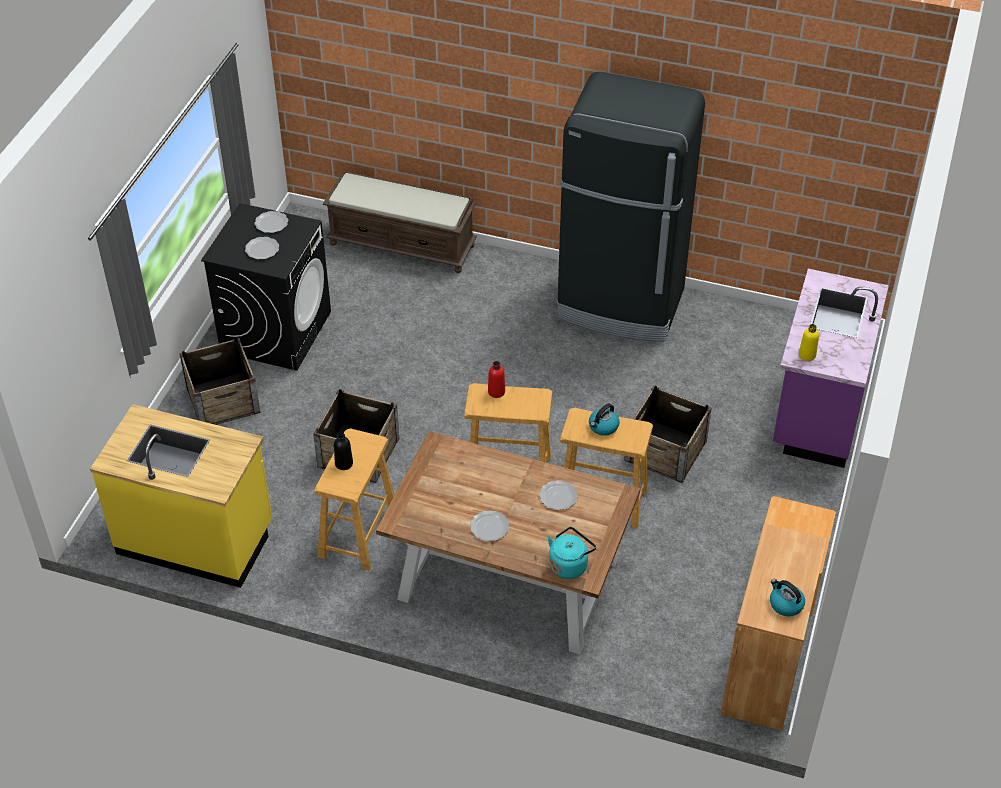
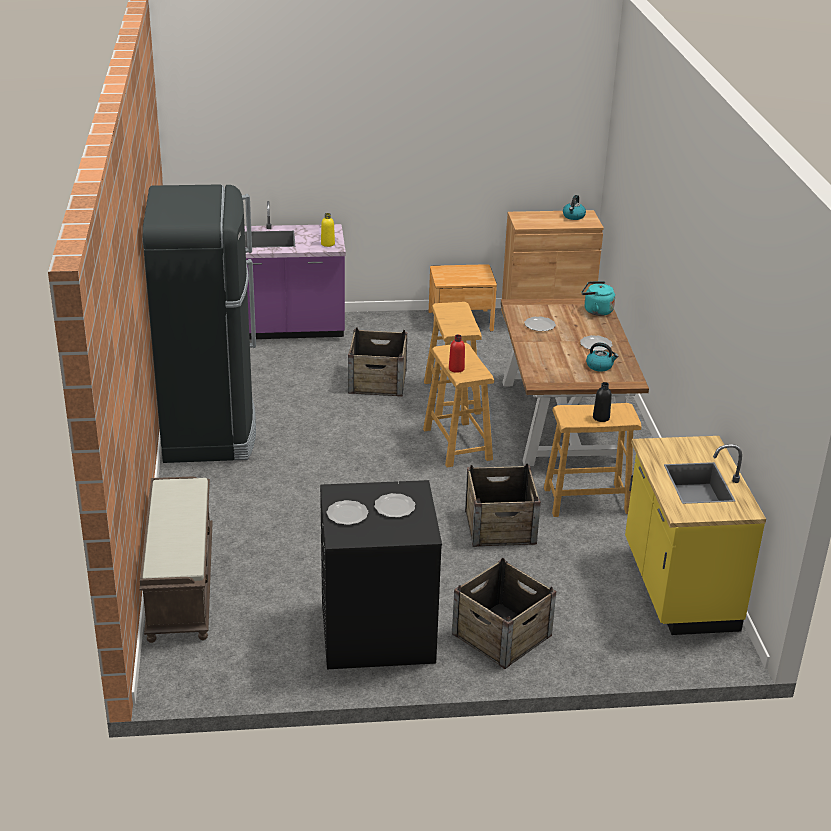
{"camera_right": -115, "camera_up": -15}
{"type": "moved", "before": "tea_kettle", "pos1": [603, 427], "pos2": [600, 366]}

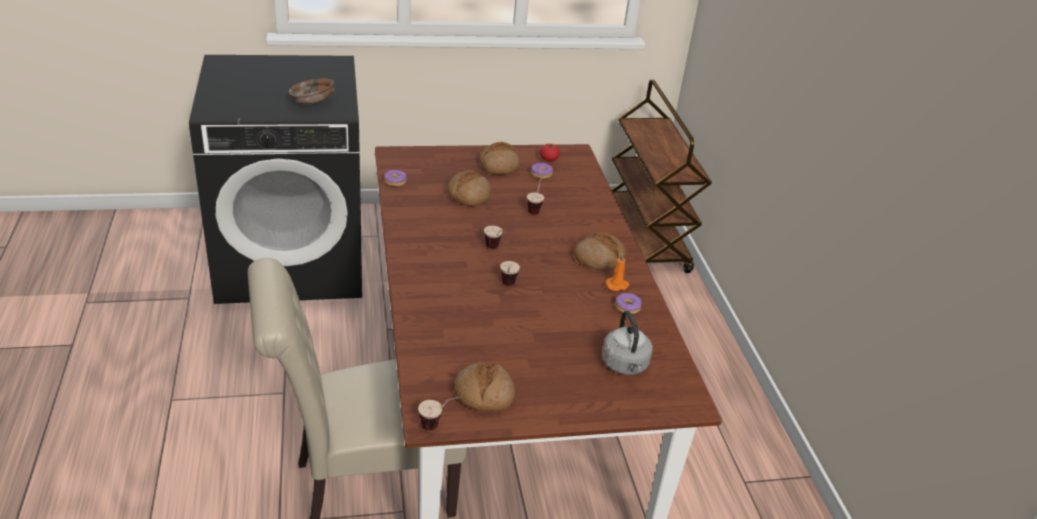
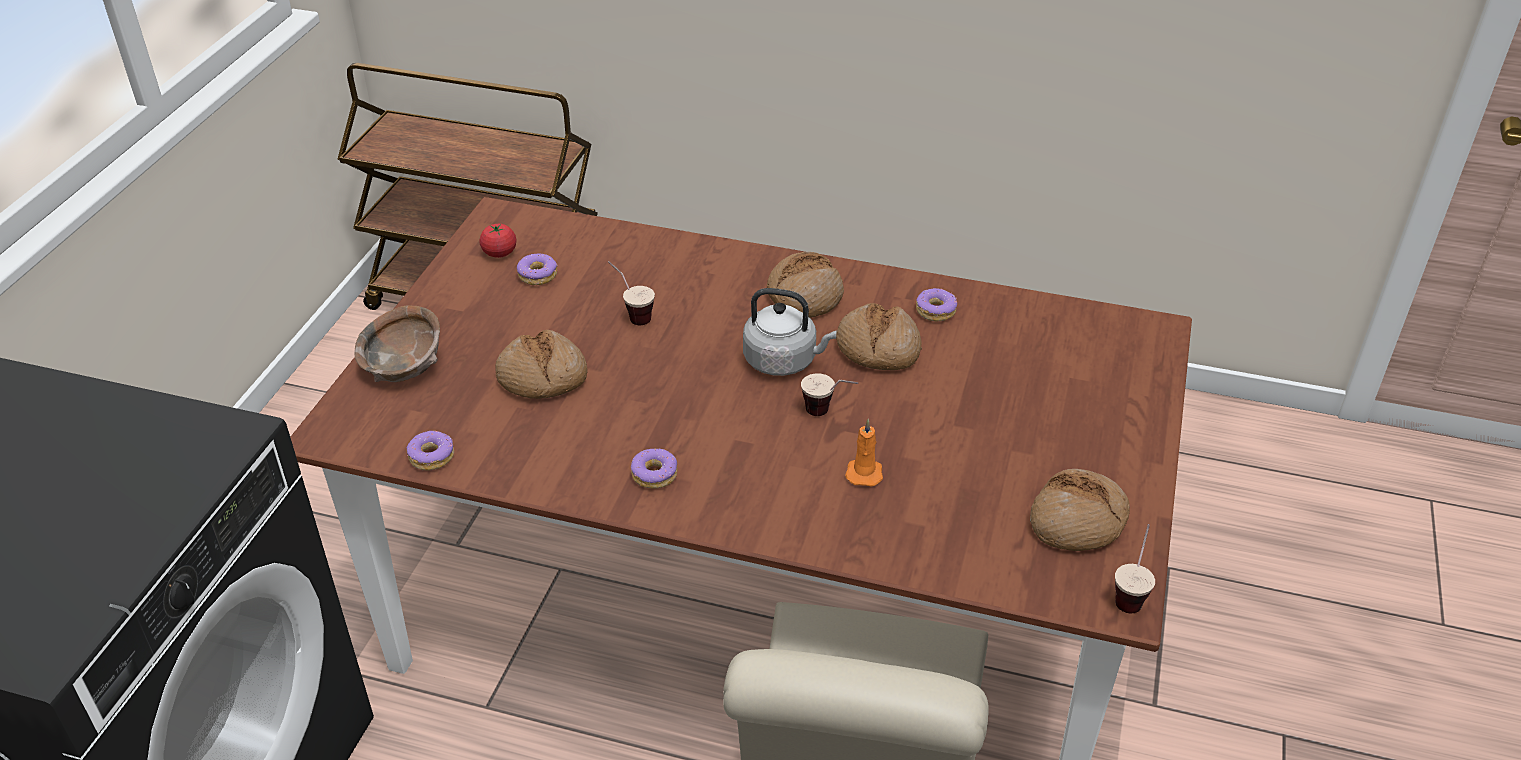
{"camera_right": -60, "camera_up": 5}
{"type": "moved", "before": "brown_bowl", "pos1": [312, 102], "pos2": [404, 365]}
{"type": "moved", "before": "bread", "pos1": [499, 165], "pos2": [878, 349]}
{"type": "removed", "before": "cup", "pos1": [495, 250]}
{"type": "moved", "before": "orange_candle", "pos1": [617, 285], "pos2": [864, 472]}
{"type": "moved", "before": "greyish_tea_kettle", "pos1": [625, 365], "pos2": [784, 361]}
{"type": "added", "after": "doughnut", "pos2": [655, 474]}

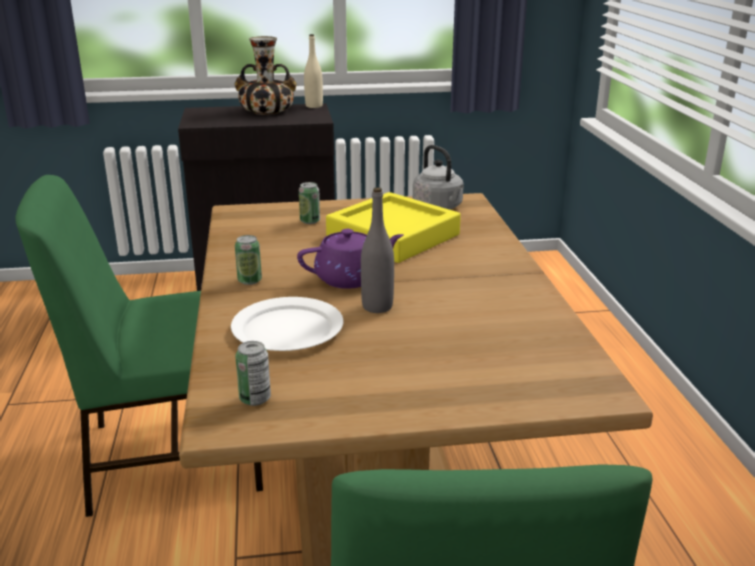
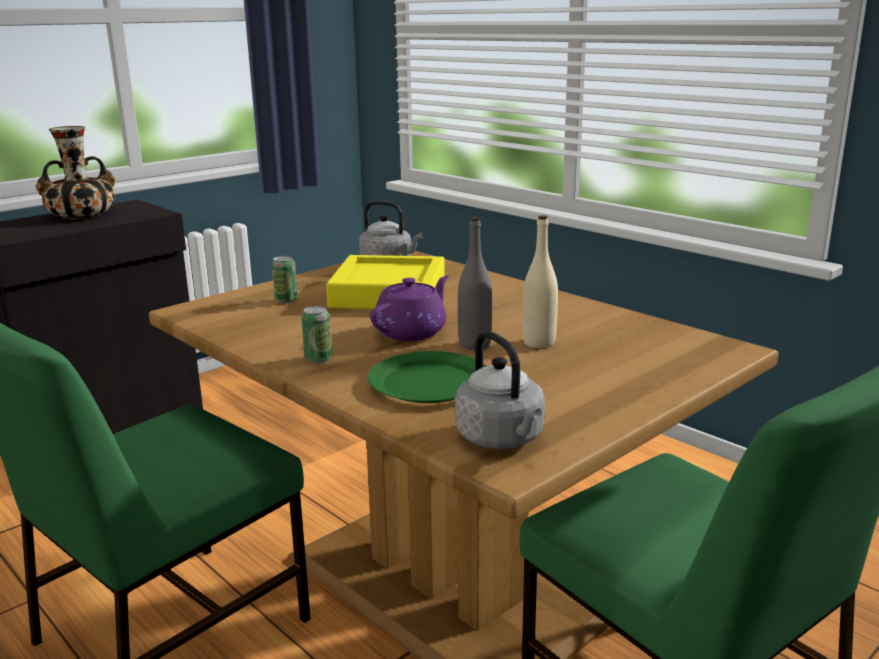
{"camera_right": -35, "camera_up": -5}
{"type": "moved", "before": "beige_drink_bottle", "pos1": [314, 106], "pos2": [539, 343]}
{"type": "recoloured", "before": "white_flat_dish", "after": "green-coloured_flat_dish", "pos1": [288, 329], "pos2": [430, 383]}
{"type": "replaced", "before": "sealed_can", "after": "greyish_tea_kettle", "pos1": [255, 399], "pos2": [502, 439]}

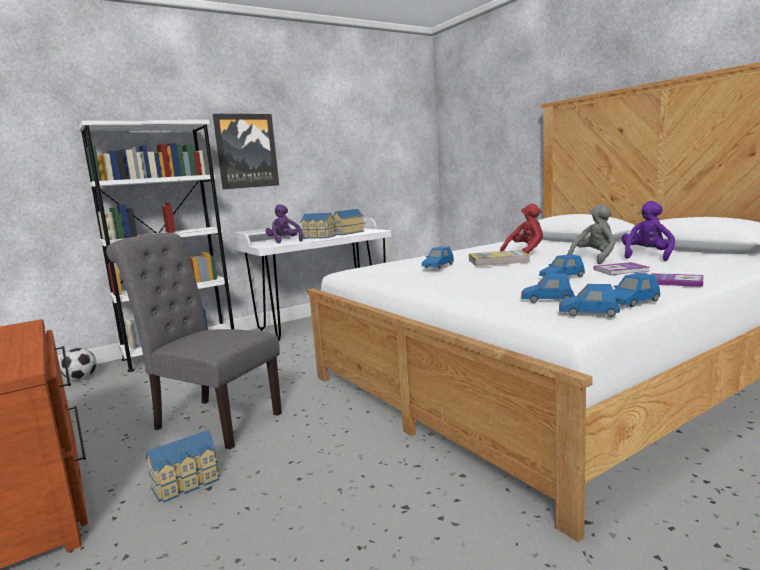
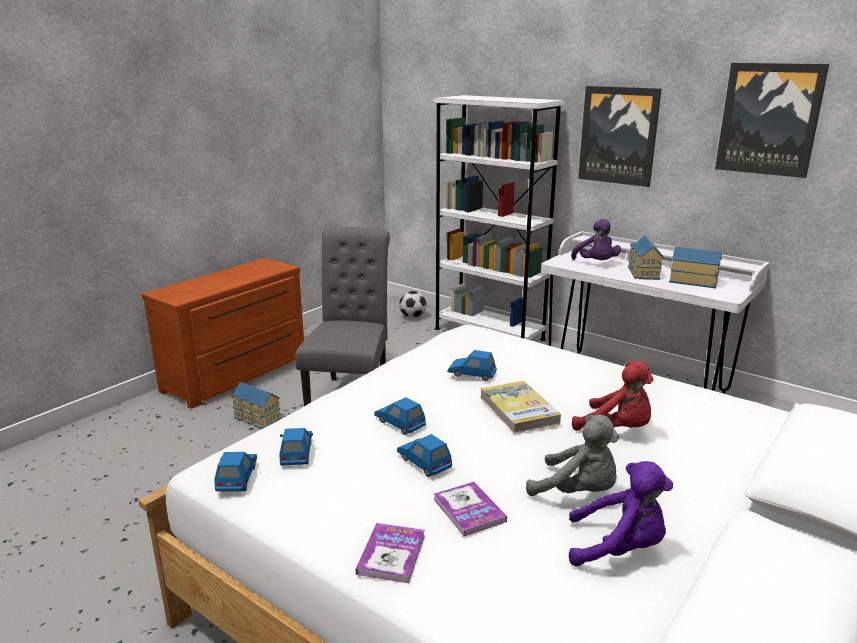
{"camera_right": 70, "camera_up": 10}
{"type": "turned", "before": "purple_plush_toy", "pos1": [284, 241], "pos2": [596, 264], "turn": 120}
{"type": "moved", "before": "blue_model_car", "pos1": [632, 302], "pos2": [400, 423]}
{"type": "added", "after": "picture", "pos2": [769, 119]}

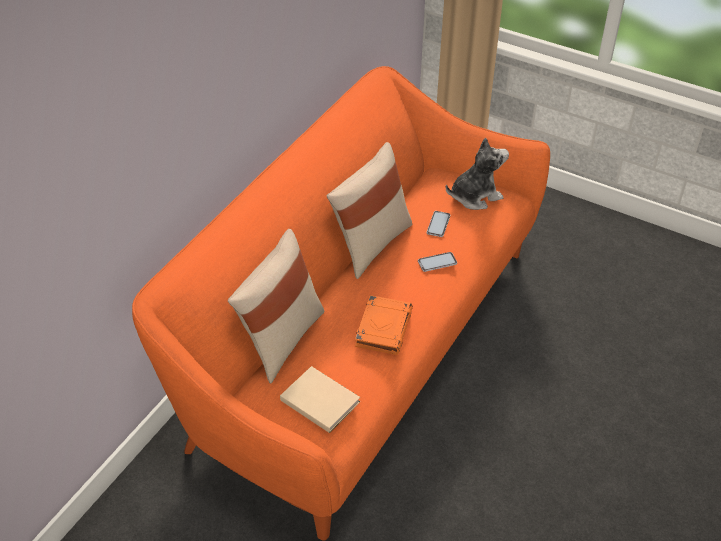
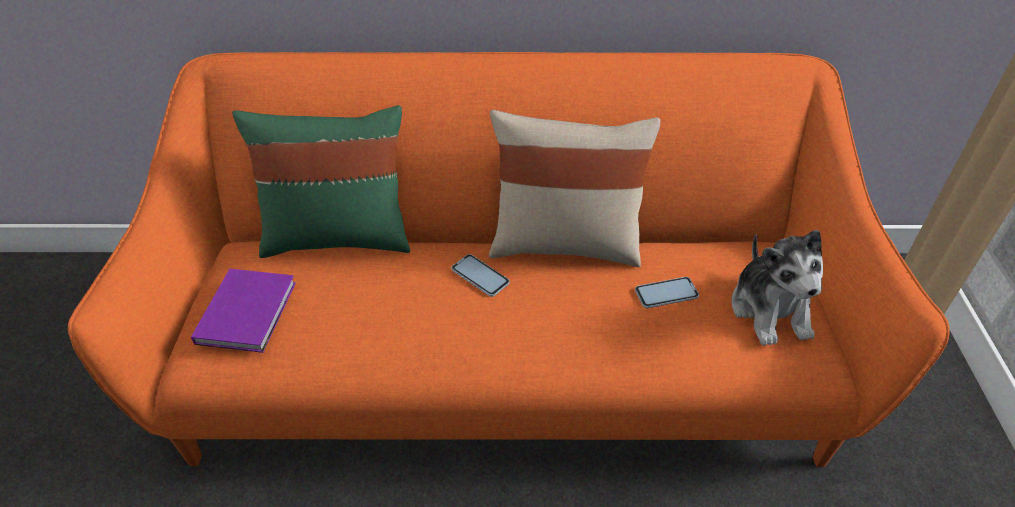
{"camera_right": 60, "camera_up": 0}
{"type": "turned", "before": "plush_toy", "pos1": [475, 196], "pos2": [770, 310], "turn": 45}
{"type": "recoloured", "before": "beige_pillow", "after": "green-coloured_pillow", "pos1": [281, 339], "pos2": [338, 236]}
{"type": "moved", "before": "handset", "pos1": [437, 262], "pos2": [480, 276]}
{"type": "removed", "before": "orange_volume", "pos1": [383, 328]}
{"type": "recoloured", "before": "beige_volume", "after": "purple_volume", "pos1": [319, 399], "pos2": [249, 310]}

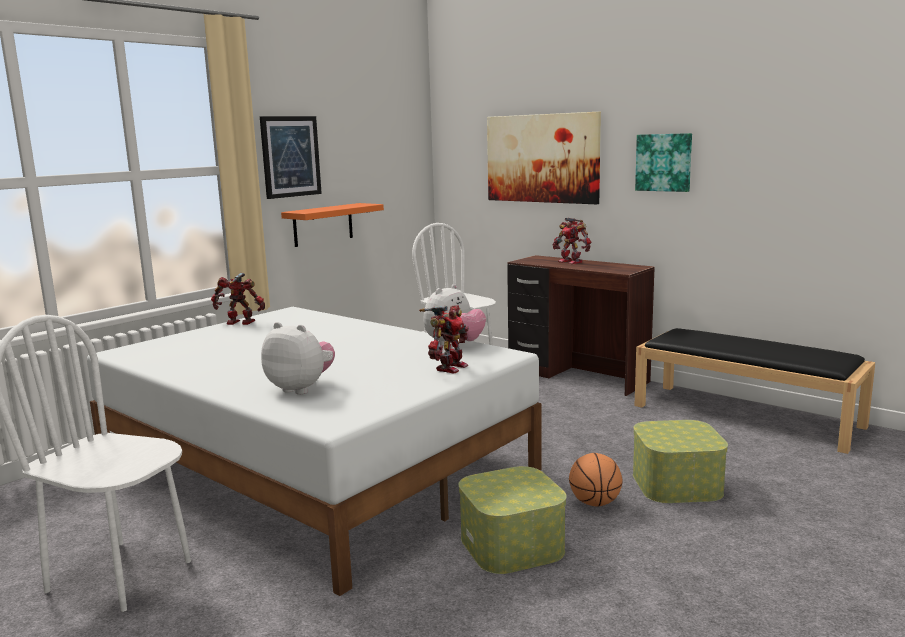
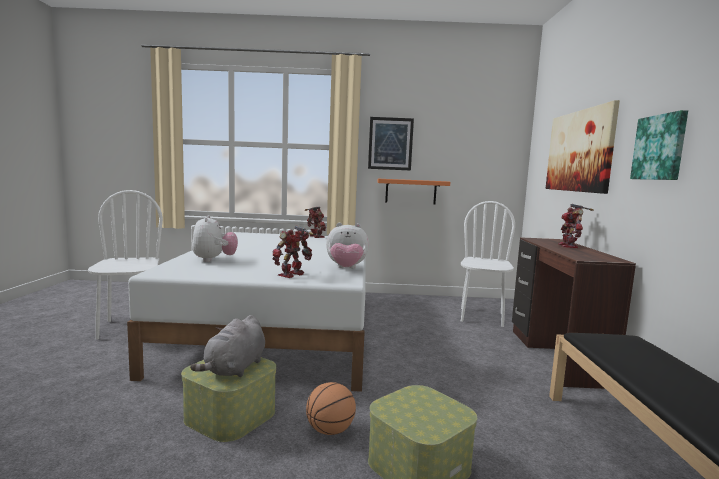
{"camera_right": 50, "camera_up": -5}
{"type": "turned", "before": "toy_robot", "pos1": [449, 367], "pos2": [292, 275], "turn": 135}
{"type": "added", "after": "greyish_plush_toy", "pos2": [234, 369]}

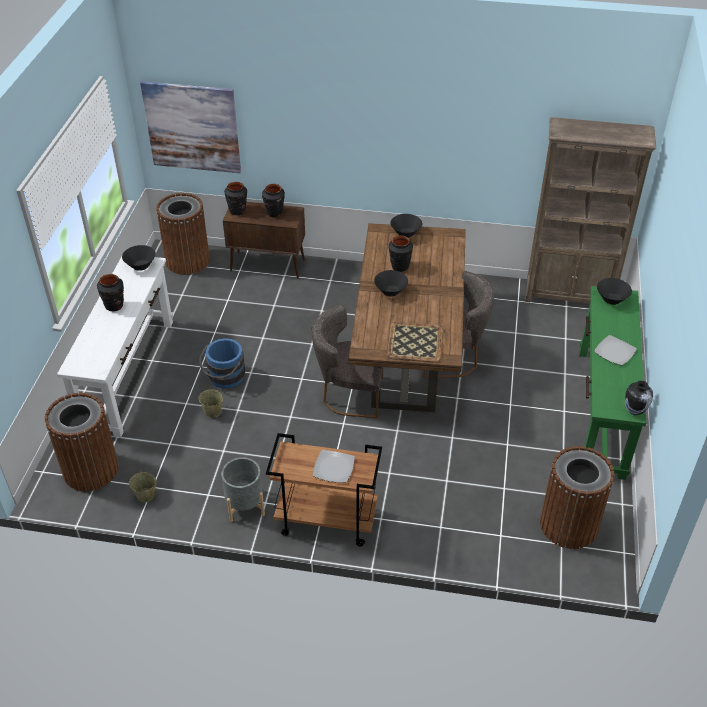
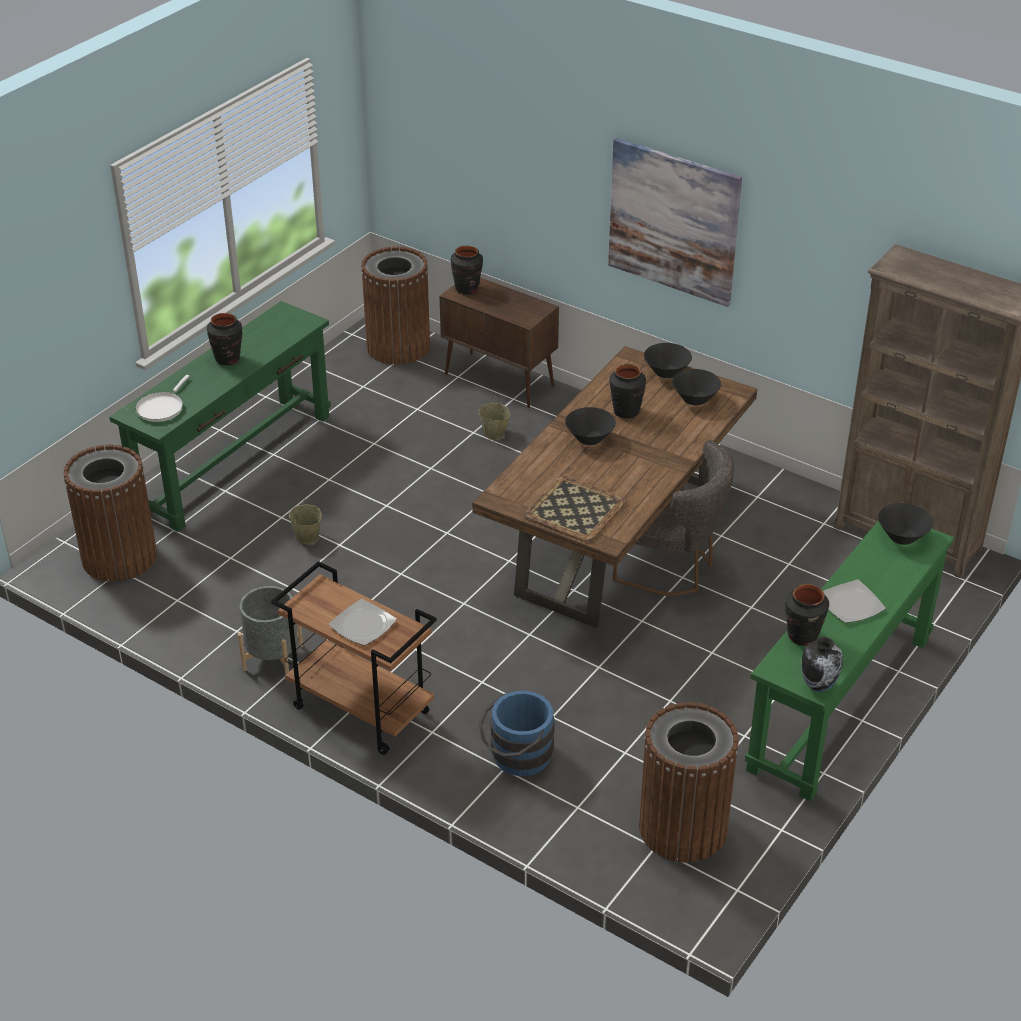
{"camera_right": 25, "camera_up": -5}
{"type": "moved", "before": "picture", "pos1": [192, 127], "pos2": [673, 222]}
{"type": "moved", "before": "black-coloured_vase", "pos1": [274, 213], "pos2": [802, 636]}
{"type": "moved", "before": "black-coloured_bowl", "pos1": [141, 266], "pos2": [695, 399]}
{"type": "recoloured", "before": "white_hall_table", "after": "green-coloured_hall_table", "pos1": [128, 374], "pos2": [235, 461]}
{"type": "removed", "before": "greyish_plain_chair", "pos1": [349, 394]}
{"type": "moved", "before": "blue_water_bucket", "pos1": [224, 378], "pos2": [516, 757]}
{"type": "moved", "before": "beige_water_bucket", "pos1": [146, 495], "pos2": [494, 433]}
{"type": "added", "after": "white_frying_pan", "pos2": [162, 407]}

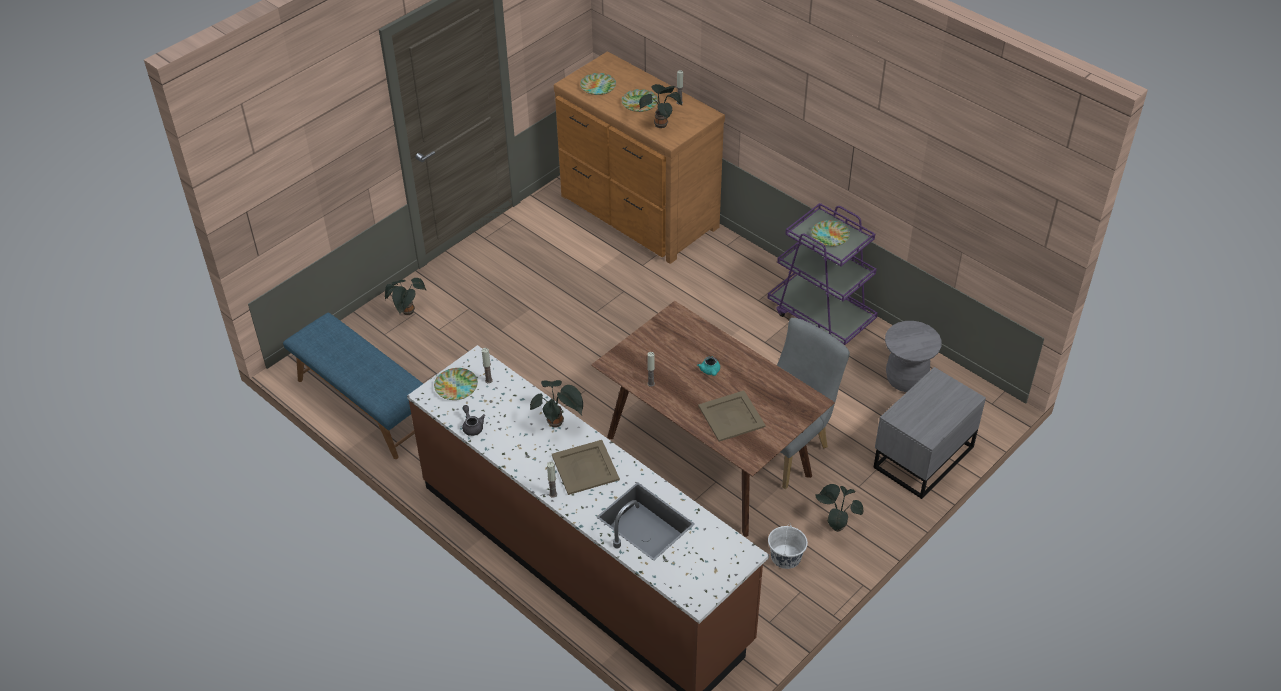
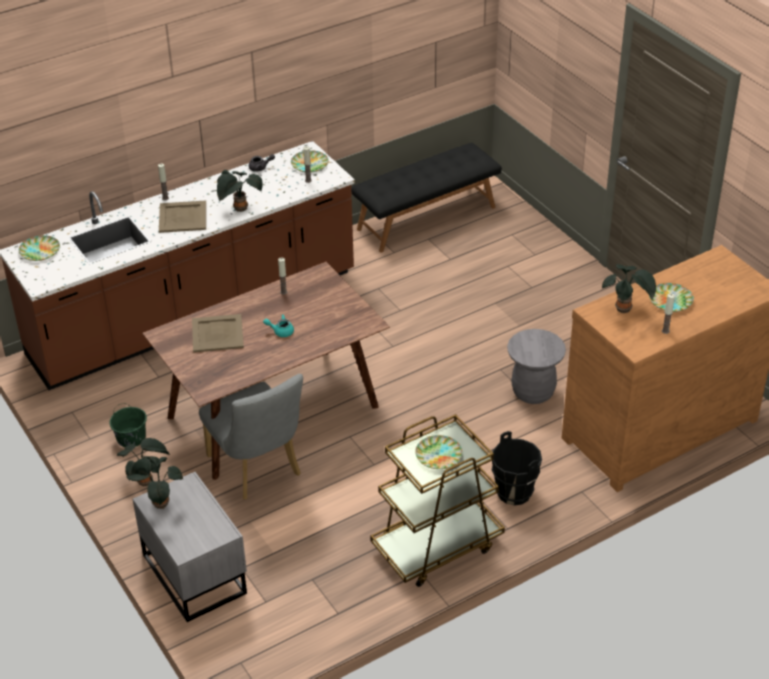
{"camera_right": 105, "camera_up": -5}
{"type": "moved", "before": "flat_dish", "pos1": [598, 86], "pos2": [39, 251]}
{"type": "recoloured", "before": "purple_wheeled_cart", "after": "brown_wheeled_cart", "pos1": [821, 316], "pos2": [436, 546]}
{"type": "moved", "before": "potted_plant", "pos1": [408, 313], "pos2": [158, 503]}
{"type": "recoloured", "before": "blue_indoor_bench", "after": "black-coloured_indoor_bench", "pos1": [364, 405], "pos2": [426, 217]}
{"type": "moved", "before": "greyish_sitting_stool", "pos1": [906, 380], "pos2": [533, 392]}
{"type": "recoloured", "before": "white_water_bucket", "after": "green-coloured_water_bucket", "pos1": [785, 557], "pos2": [131, 438]}
{"type": "added", "after": "black-coloured_water_bucket", "pos2": [513, 493]}

